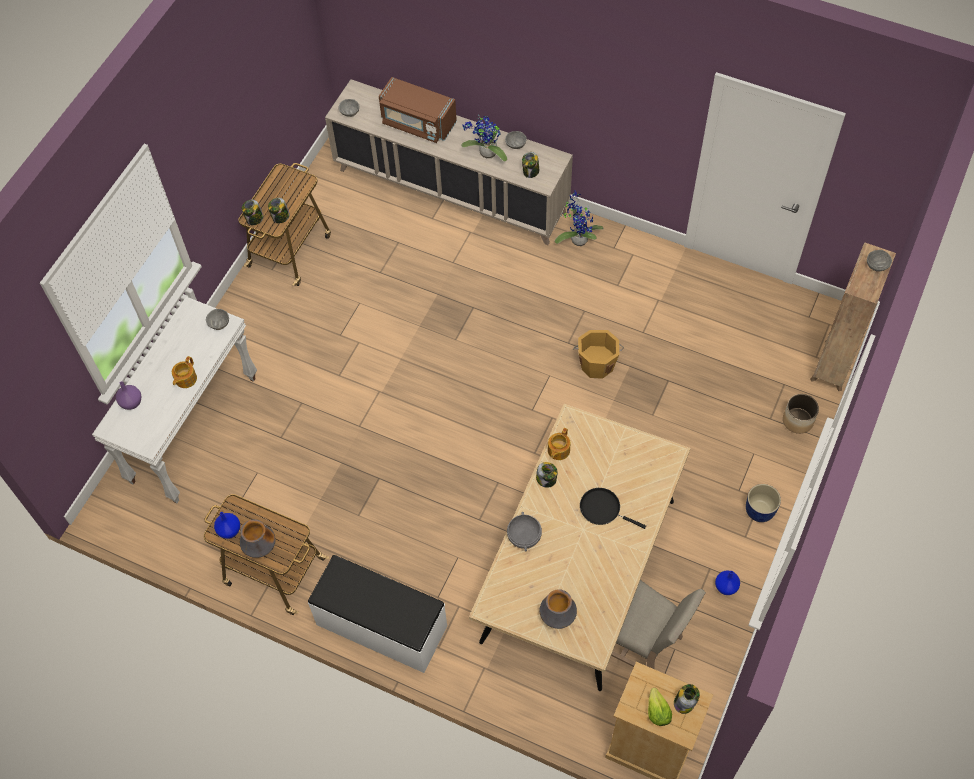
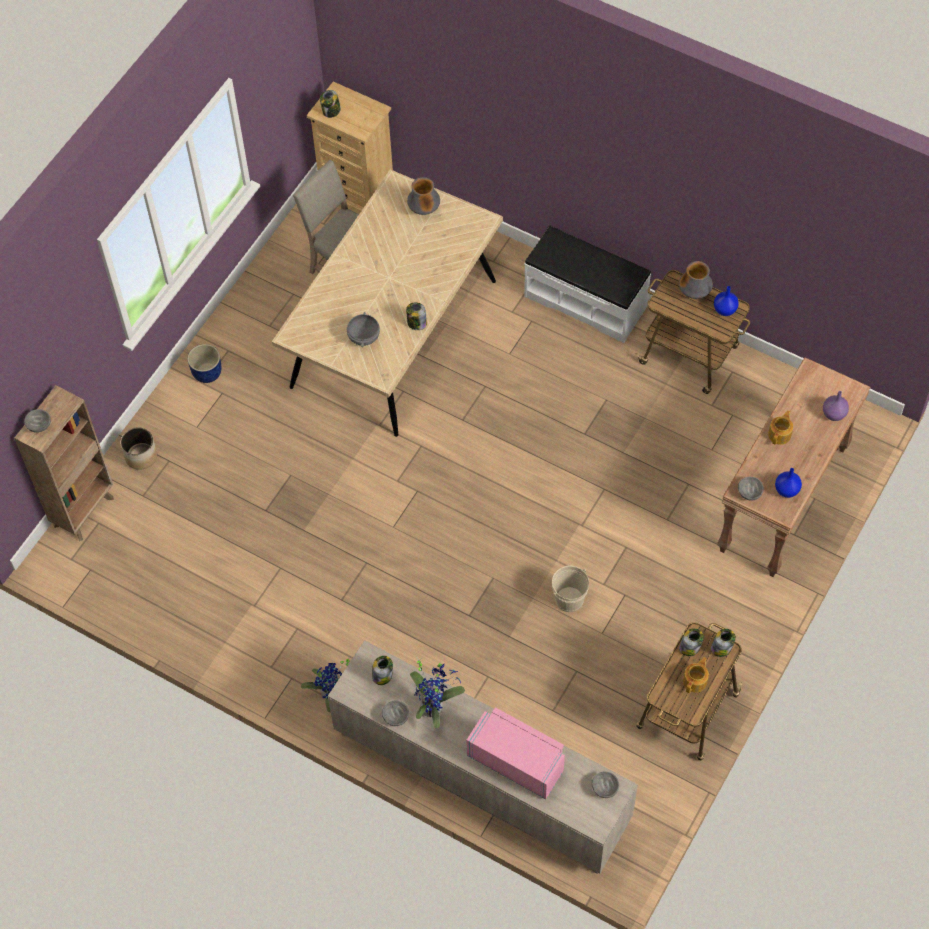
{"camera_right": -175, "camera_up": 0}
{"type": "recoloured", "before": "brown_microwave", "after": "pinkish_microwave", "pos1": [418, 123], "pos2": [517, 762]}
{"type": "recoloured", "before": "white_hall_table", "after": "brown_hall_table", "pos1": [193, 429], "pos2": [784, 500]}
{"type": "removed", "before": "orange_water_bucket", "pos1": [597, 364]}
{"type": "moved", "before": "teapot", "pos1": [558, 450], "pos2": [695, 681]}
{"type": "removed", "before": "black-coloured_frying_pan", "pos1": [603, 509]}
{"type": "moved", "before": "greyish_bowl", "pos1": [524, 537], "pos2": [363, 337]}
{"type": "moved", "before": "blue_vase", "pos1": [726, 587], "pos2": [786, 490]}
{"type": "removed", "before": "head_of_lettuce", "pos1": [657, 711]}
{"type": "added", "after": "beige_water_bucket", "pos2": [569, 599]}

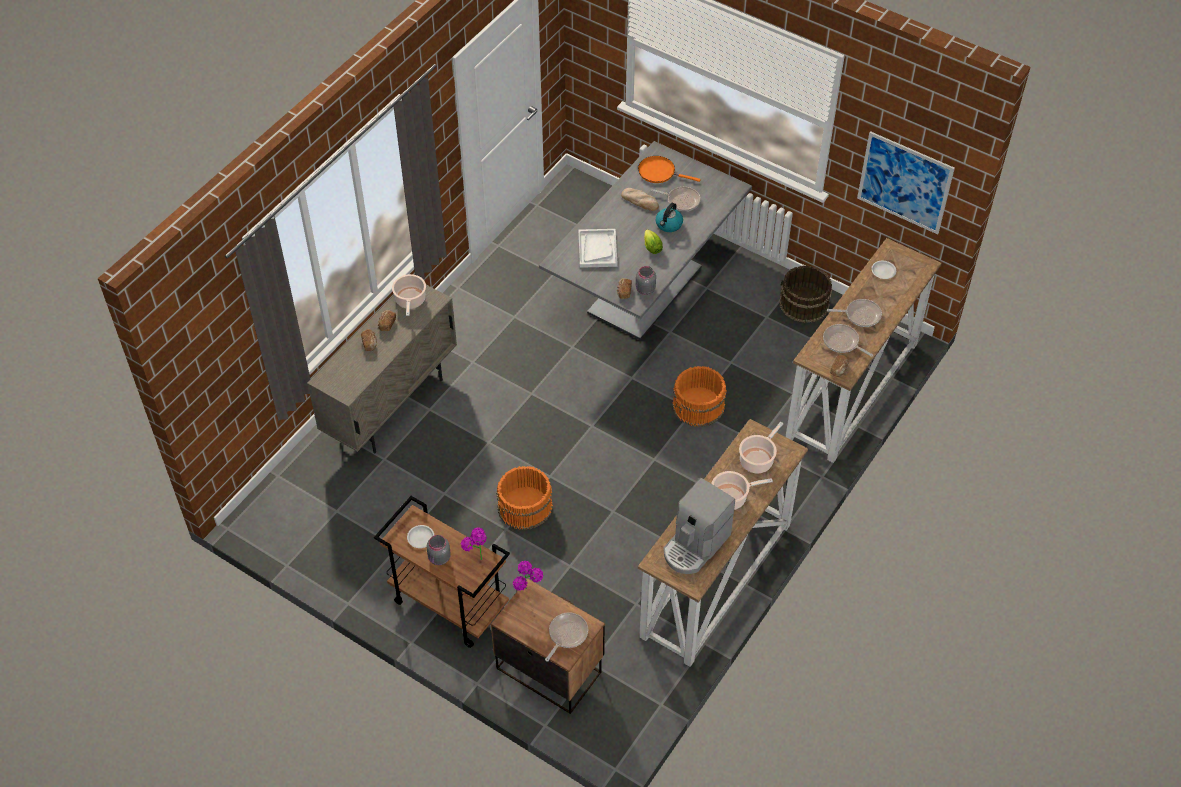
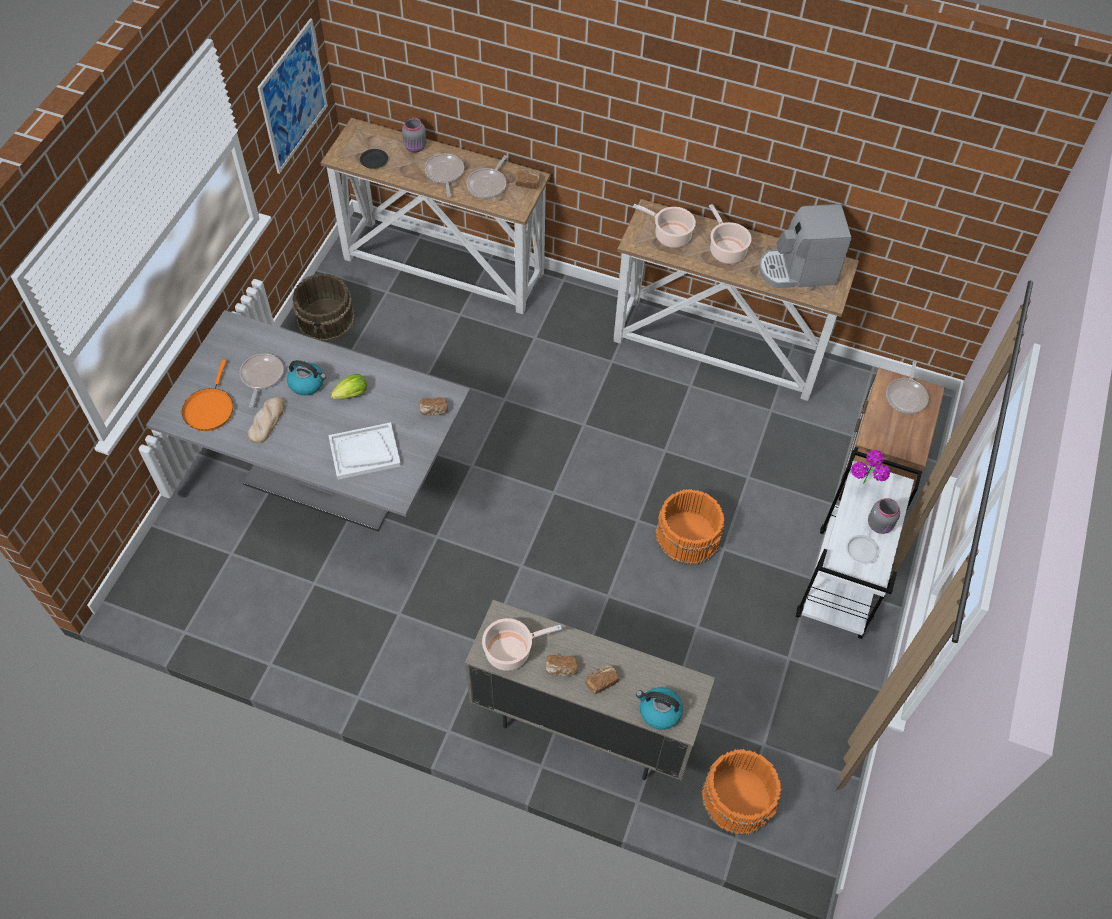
{"camera_right": -105, "camera_up": 5}
{"type": "recoloured", "before": "white_flat_dish", "after": "black-coloured_flat_dish", "pos1": [883, 271], "pos2": [374, 161]}
{"type": "moved", "before": "greyish_storage_jar", "pos1": [644, 289], "pos2": [415, 147]}
{"type": "moved", "before": "orange_water_bucket", "pos1": [698, 406], "pos2": [738, 798]}
{"type": "turned", "before": "coffee_brewer", "pos1": [695, 546], "pos2": [797, 271], "turn": 150}
{"type": "recoloured", "before": "brown_wheeled_cart", "after": "white_wheeled_cart", "pos1": [448, 604], "pos2": [841, 583]}
{"type": "removed", "before": "potted_plant", "pos1": [528, 593]}
{"type": "turned", "before": "frying_pan", "pos1": [566, 634], "pos2": [906, 396], "turn": -90}
{"type": "added", "after": "tea_kettle", "pos2": [659, 711]}

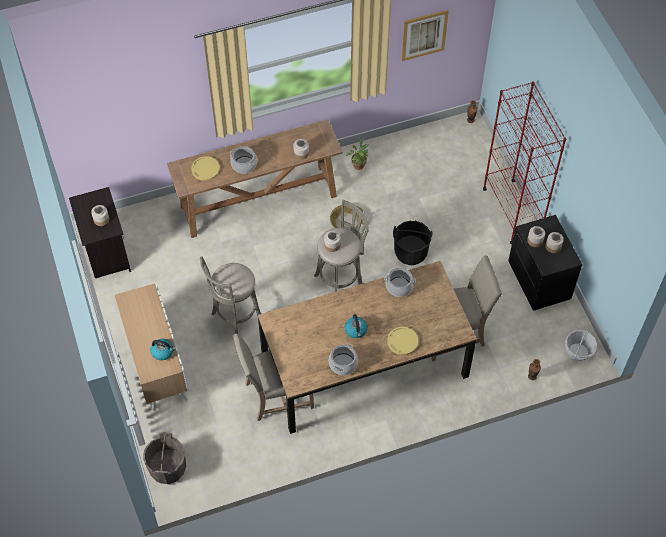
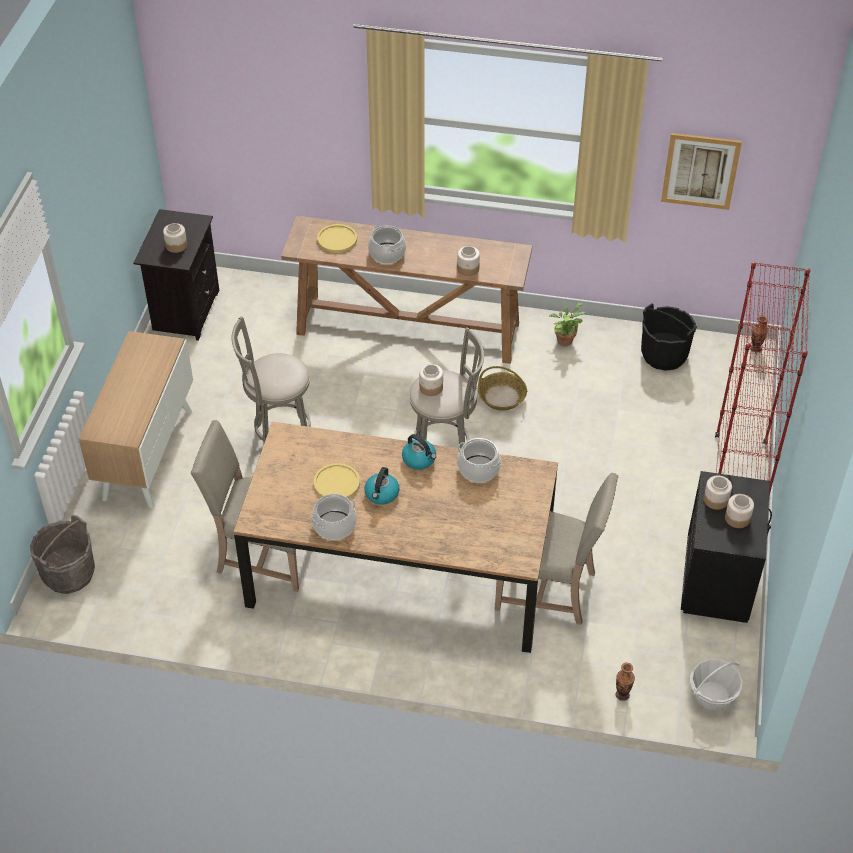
{"camera_right": 30, "camera_up": -10}
{"type": "moved", "before": "black-coloured_water_bucket", "pos1": [411, 252], "pos2": [664, 355]}
{"type": "moved", "before": "yellow-coloured_flat_dish", "pos1": [402, 341], "pos2": [336, 483]}
{"type": "moved", "before": "tea_kettle", "pos1": [163, 352], "pos2": [419, 459]}

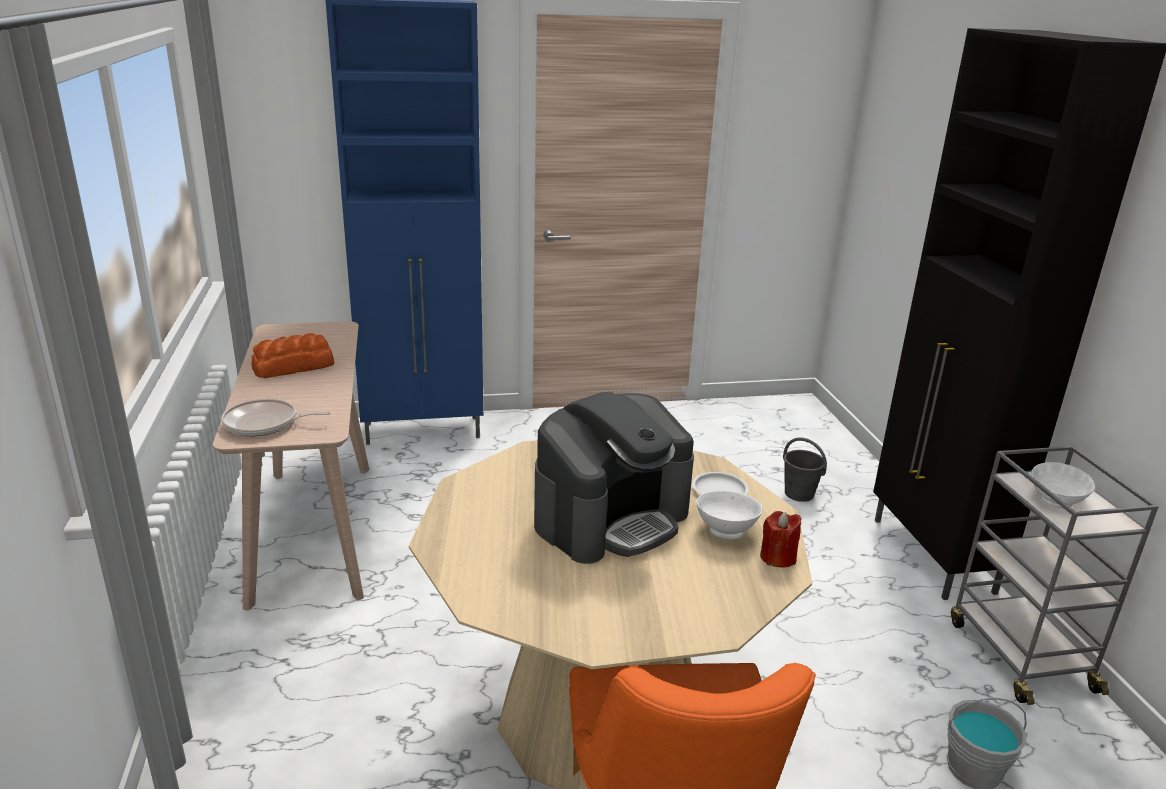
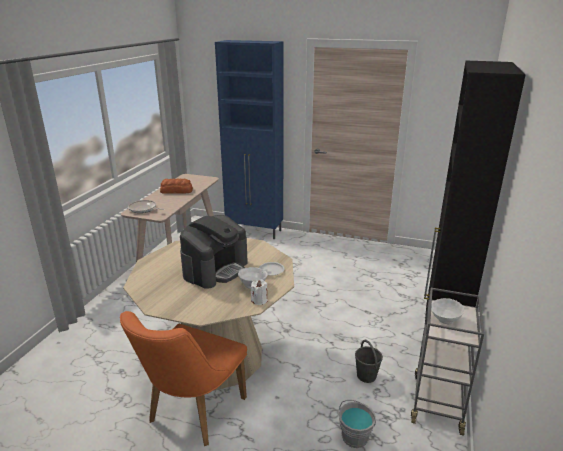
{"camera_right": 30, "camera_up": 0}
{"type": "turned", "before": "coffee_brewer", "pos1": [611, 518], "pos2": [215, 269], "turn": -45}
{"type": "moved", "before": "greyish_water_bucket", "pos1": [799, 494], "pos2": [366, 376]}
{"type": "recoloured", "before": "red-coloured_candle", "after": "white_candle", "pos1": [778, 557], "pos2": [259, 300]}

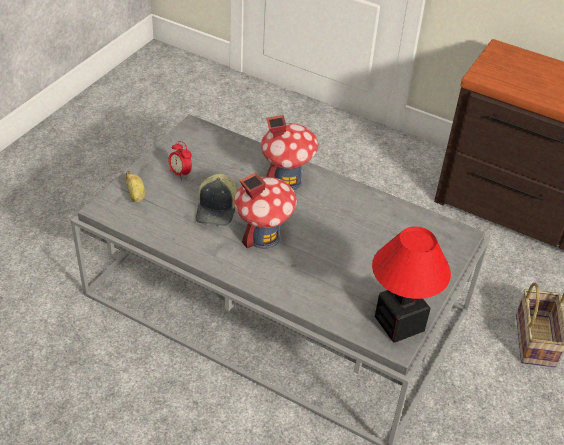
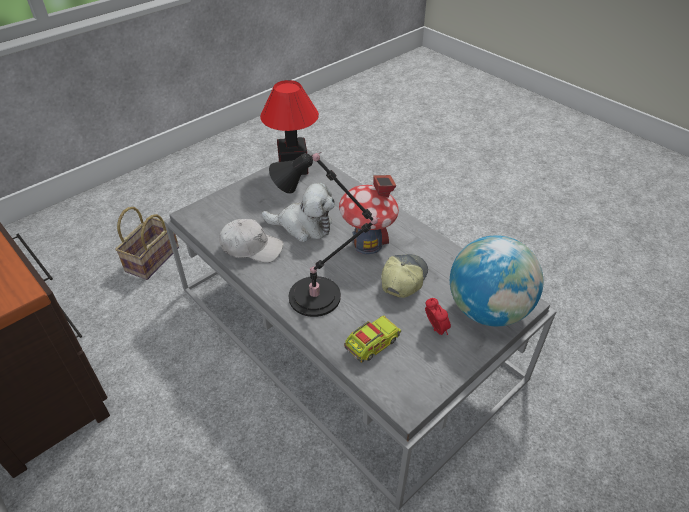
{"camera_right": -160, "camera_up": 0}
{"type": "replaced", "before": "toy_house", "after": "black-coloured_lamp_for_a_table", "pos1": [286, 180], "pos2": [319, 297]}
{"type": "replaced", "before": "whole_banana", "after": "desk_globe", "pos1": [136, 195], "pos2": [487, 310]}
{"type": "added", "after": "plush_toy", "pos2": [303, 226]}
{"type": "added", "after": "white_baseball_cap", "pos2": [251, 247]}
{"type": "added", "after": "model_truck", "pos2": [372, 344]}

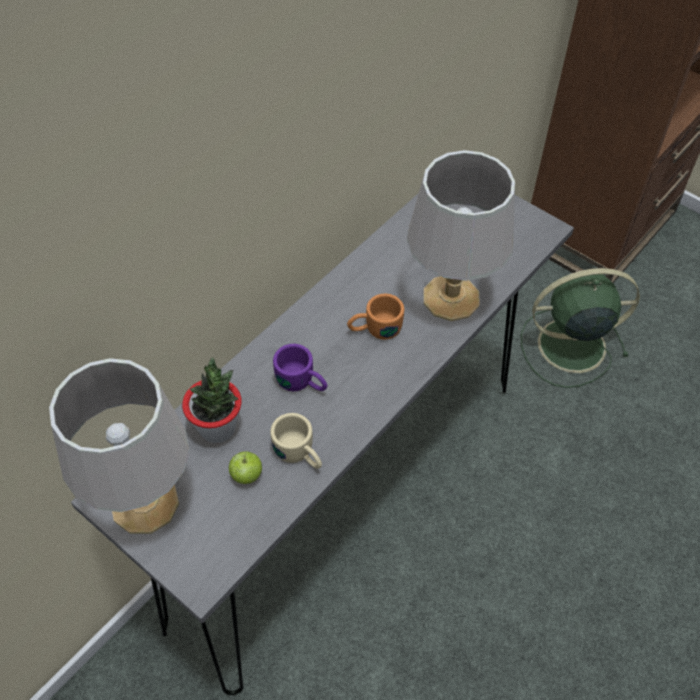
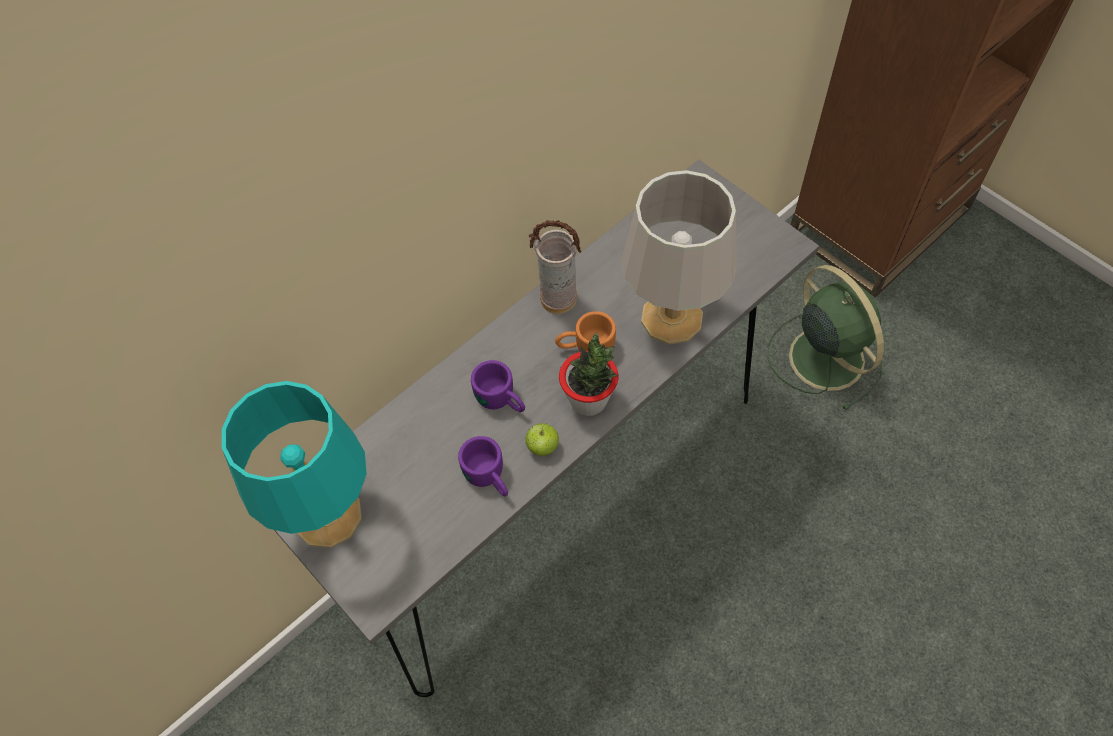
{"camera_right": 10, "camera_up": 5}
{"type": "turned", "before": "green-coloured_cooling_fan", "pos1": [568, 345], "pos2": [824, 356], "turn": 60}
{"type": "moved", "before": "potted_plant", "pos1": [217, 428], "pos2": [589, 400]}
{"type": "recoloured", "before": "greyish_lamp_for_a_table", "after": "blue-green_lamp_for_a_table", "pos1": [146, 502], "pos2": [329, 515]}
{"type": "recoloured", "before": "beige_mug", "after": "purple_mug", "pos1": [300, 455], "pos2": [489, 478]}
{"type": "moved", "before": "apple_fruit", "pos1": [246, 475], "pos2": [542, 447]}
{"type": "added", "after": "vase", "pos2": [558, 301]}

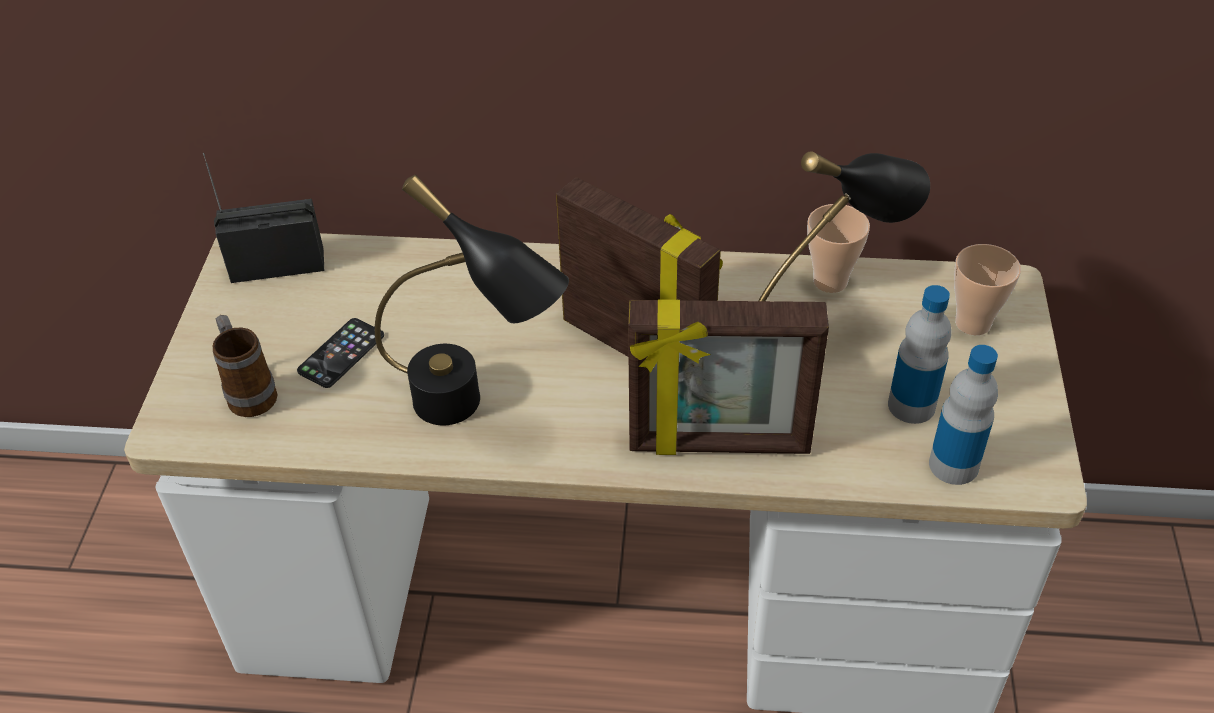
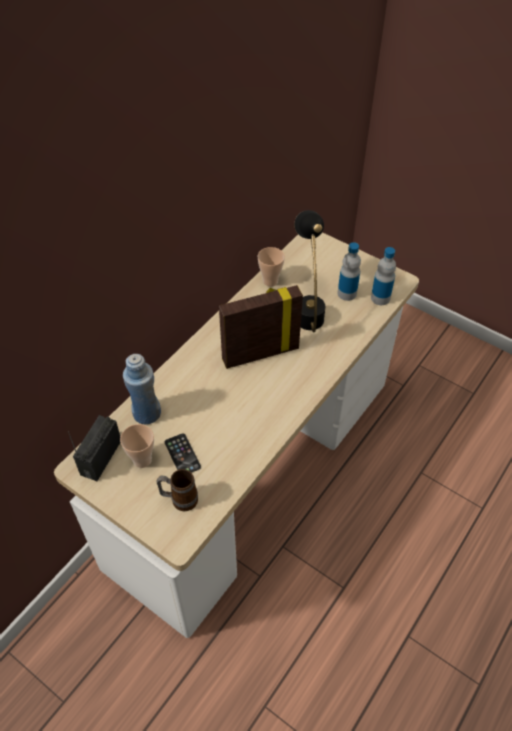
{"camera_right": -60, "camera_up": 5}
{"type": "removed", "before": "black-coloured_lamp_for_a_table", "pos1": [476, 410]}
{"type": "moved", "before": "cup", "pos1": [973, 323], "pos2": [142, 460]}
{"type": "removed", "before": "standing_frame", "pos1": [719, 444]}
{"type": "added", "after": "blue_drink_bottle", "pos2": [146, 413]}

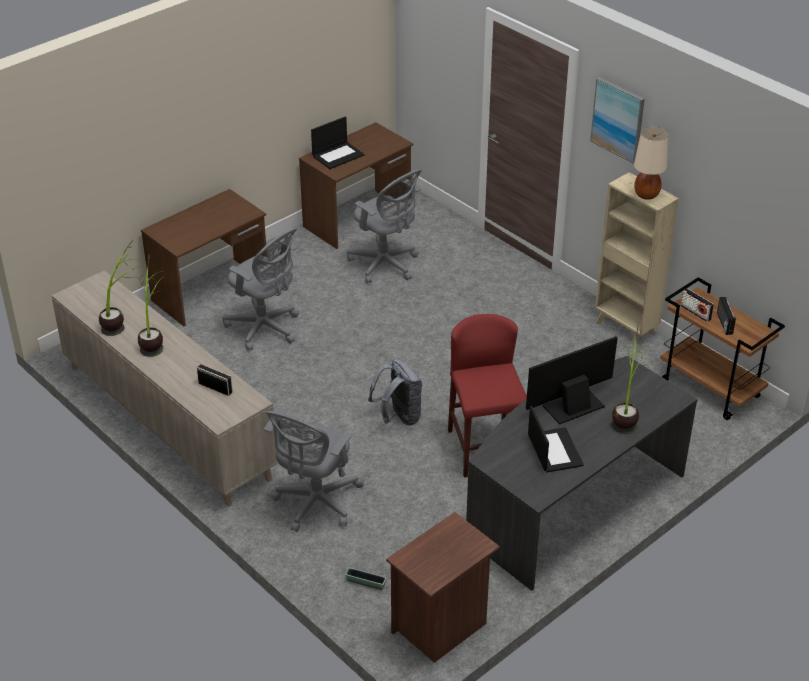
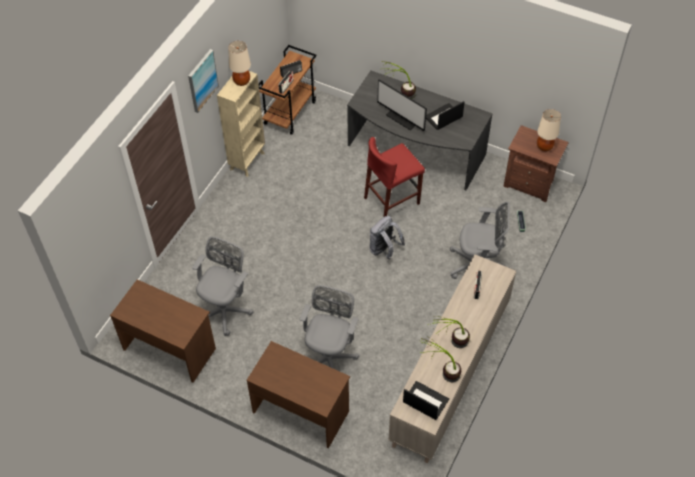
{"camera_right": -110, "camera_up": 15}
{"type": "moved", "before": "portable_computer", "pos1": [338, 155], "pos2": [425, 401]}
{"type": "added", "after": "beige_lamp_for_a_table", "pos2": [544, 147]}

